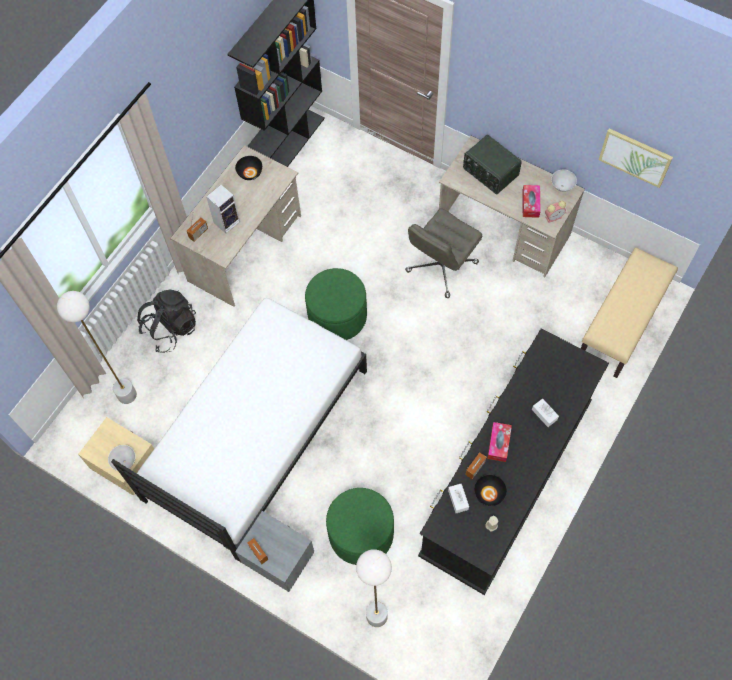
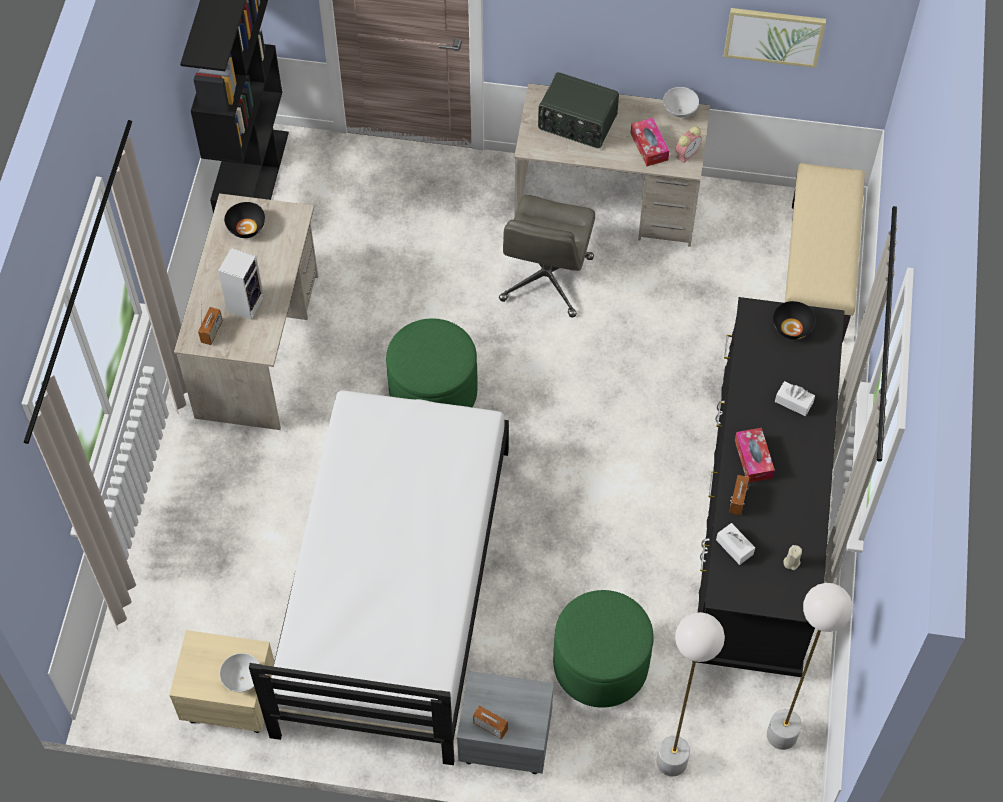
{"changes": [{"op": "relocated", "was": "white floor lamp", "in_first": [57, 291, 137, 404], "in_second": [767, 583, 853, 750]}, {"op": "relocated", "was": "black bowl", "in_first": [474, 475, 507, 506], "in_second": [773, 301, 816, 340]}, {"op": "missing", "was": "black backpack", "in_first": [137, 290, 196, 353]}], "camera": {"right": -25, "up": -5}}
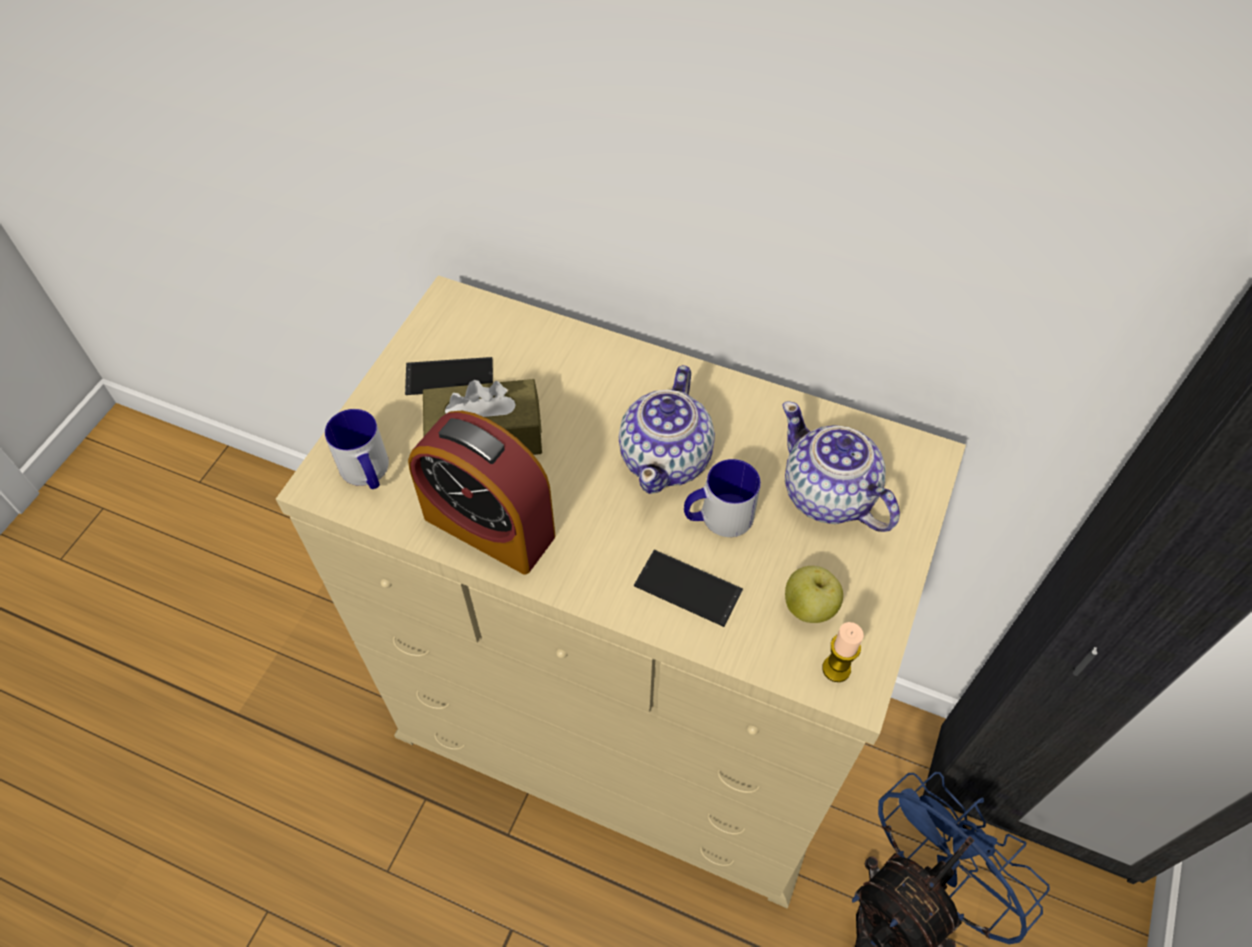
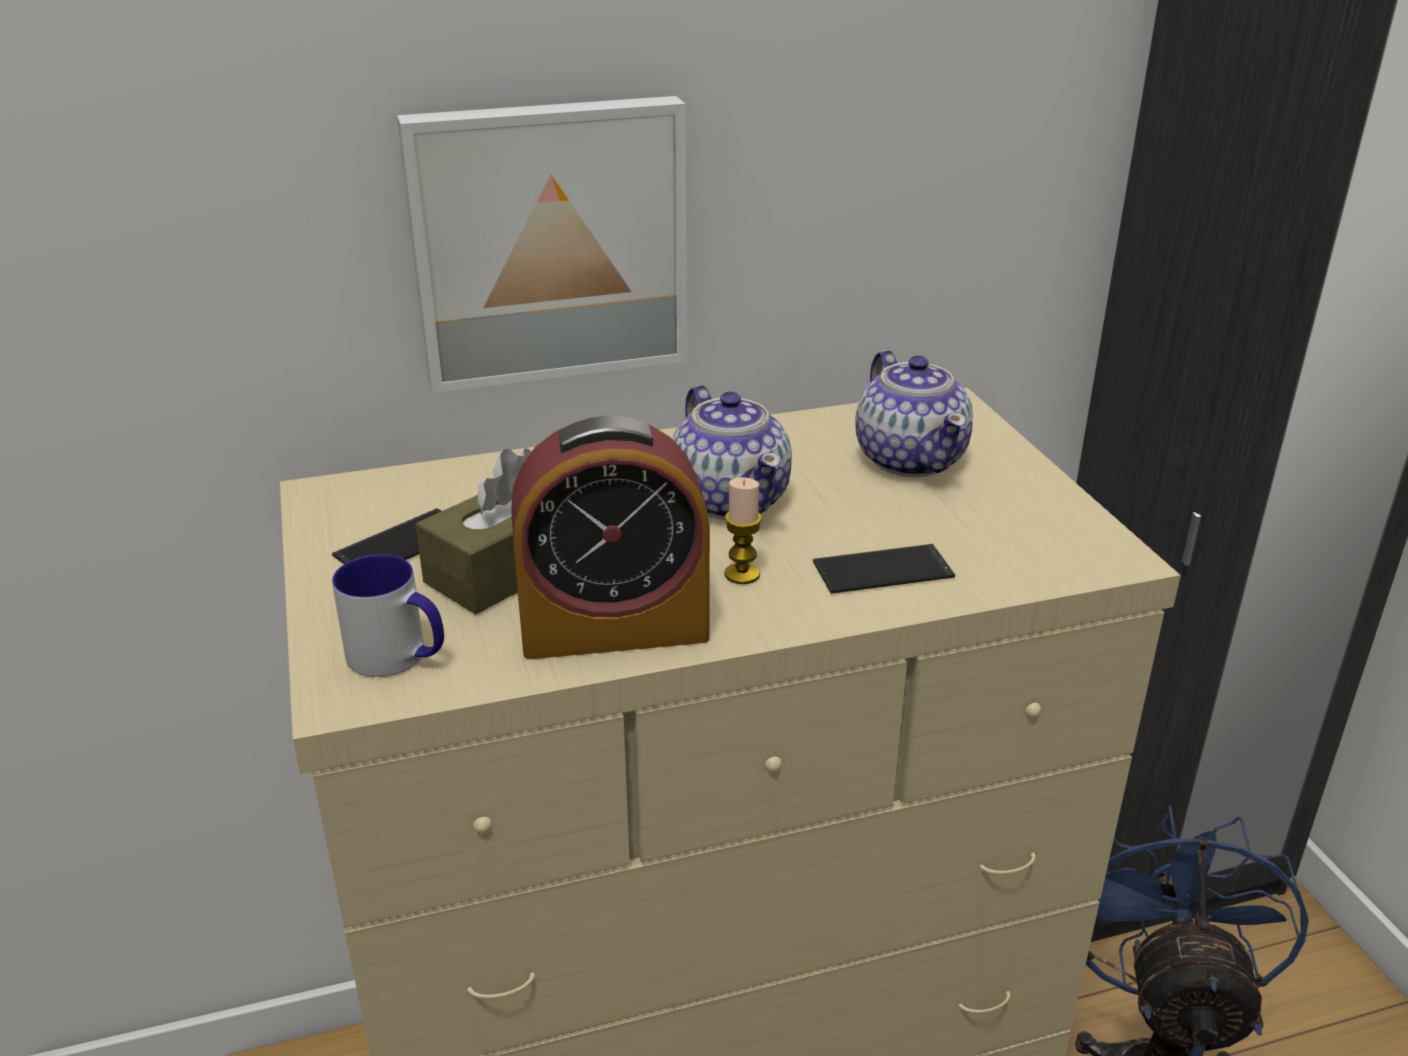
{"changes": [{"op": "appeared", "now": "picture", "in_second": [397, 96, 687, 393]}, {"op": "relocated", "was": "candle", "in_first": [822, 622, 864, 682], "in_second": [725, 477, 762, 584]}, {"op": "spun", "was": "teapot", "in_first": [782, 401, 900, 532], "in_second": [855, 350, 973, 478], "clockwise": -120}, {"op": "missing", "was": "mug", "in_first": [684, 459, 761, 537]}, {"op": "missing", "was": "apple", "in_first": [785, 566, 843, 623]}], "camera": {"right": -40, "up": -25}}
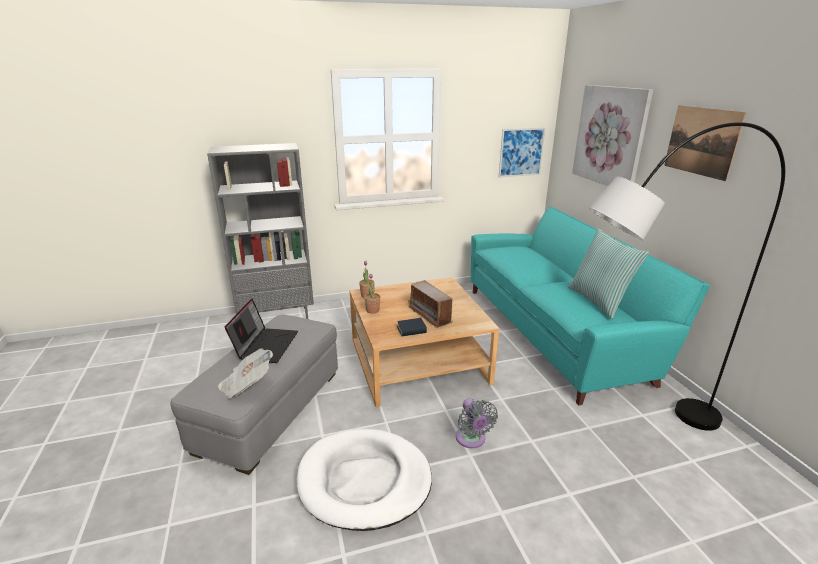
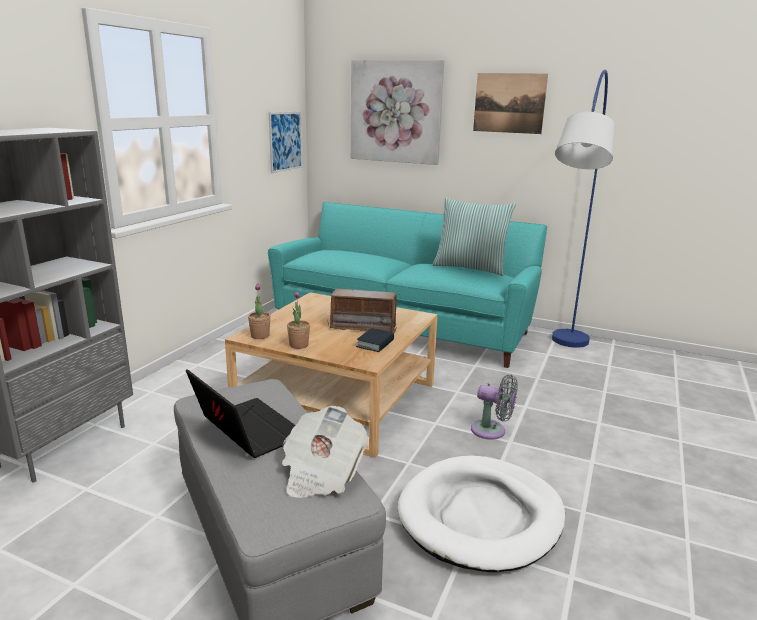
{"changes": [{"op": "colour", "was": "grey floor lamp", "now": "blue floor lamp", "in_first": [589, 122, 785, 431], "in_second": [552, 70, 615, 348]}], "camera": {"right": -50, "up": -5}}
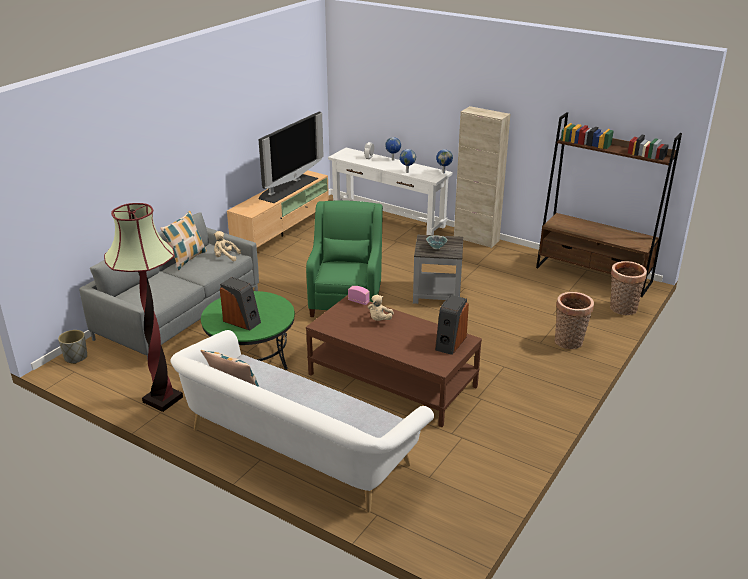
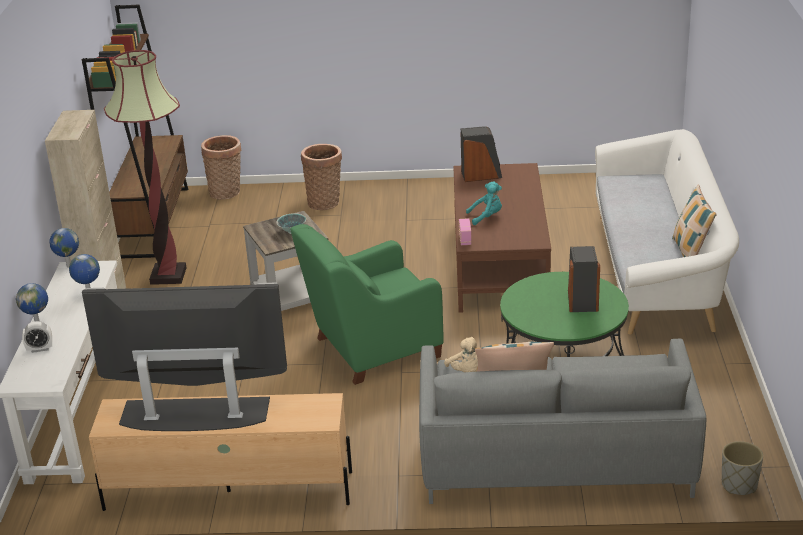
{"changes": [{"op": "relocated", "was": "floor lamp", "in_first": [104, 203, 183, 412], "in_second": [104, 50, 187, 285]}, {"op": "colour", "was": "beige plush toy", "now": "turquoise plush toy", "in_first": [368, 295, 394, 321], "in_second": [466, 182, 502, 225]}], "camera": {"right": -120, "up": 0}}
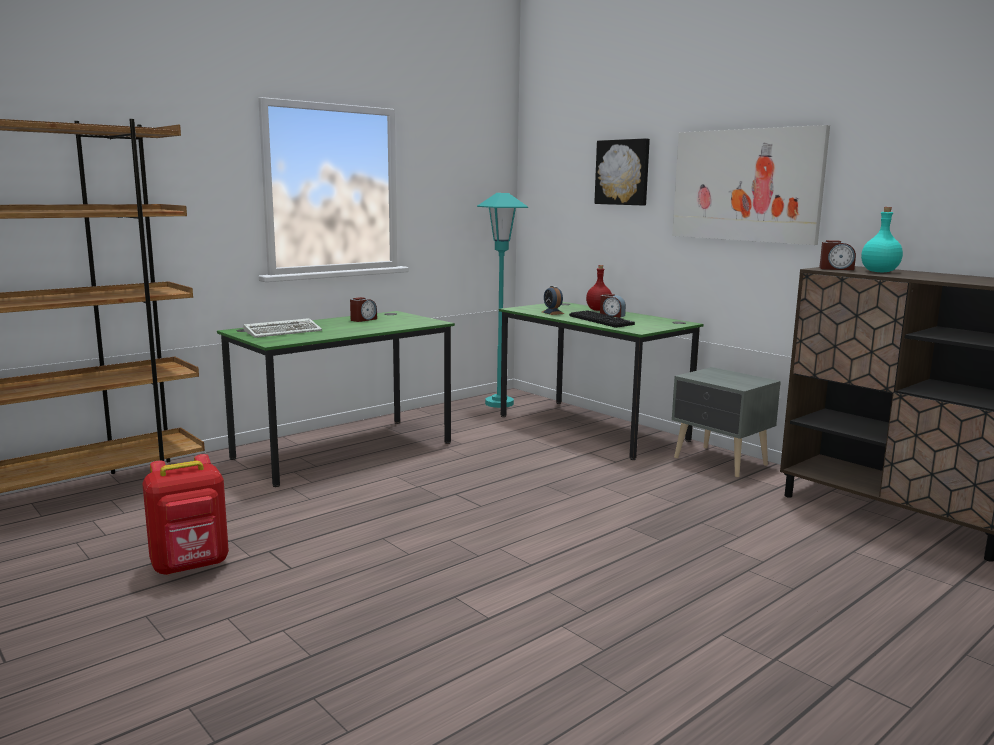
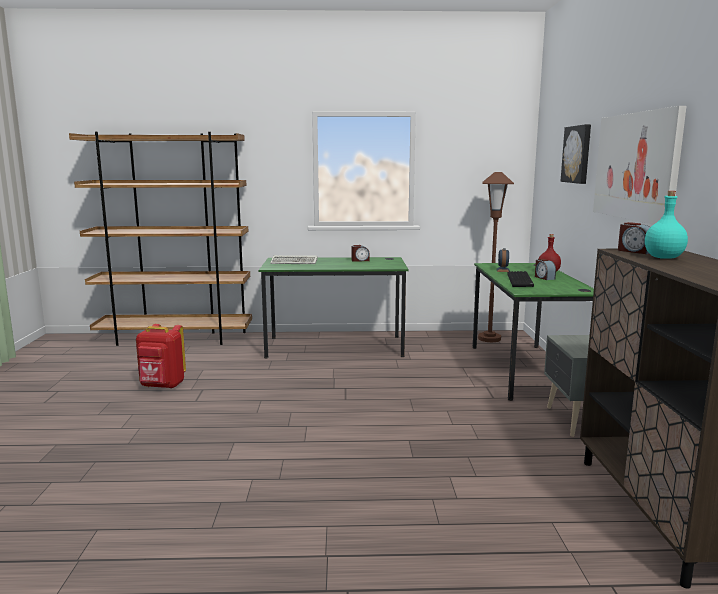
{"changes": [{"op": "colour", "was": "turquoise floor lamp", "now": "brown floor lamp", "in_first": [477, 193, 528, 408], "in_second": [478, 172, 514, 342]}], "camera": {"right": 40, "up": 0}}
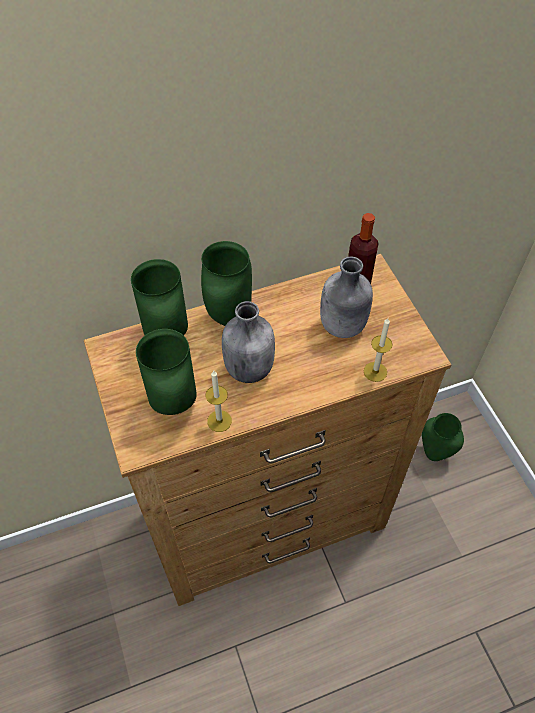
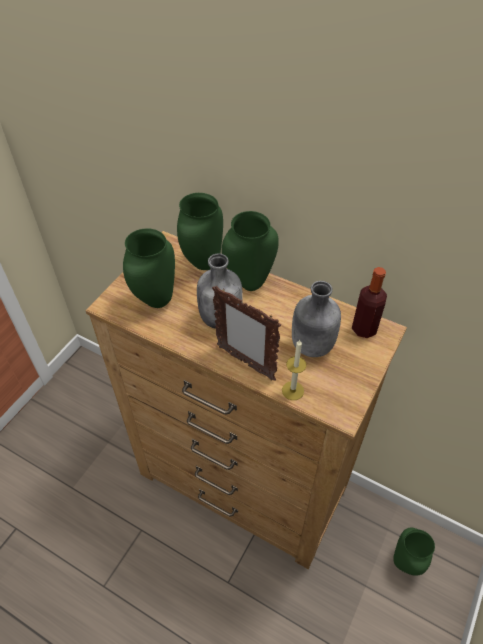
{"changes": [{"op": "appeared", "now": "picture frame", "in_second": [212, 286, 281, 381]}, {"op": "missing", "was": "candle", "in_first": [206, 371, 232, 432]}], "camera": {"right": 50, "up": -5}}
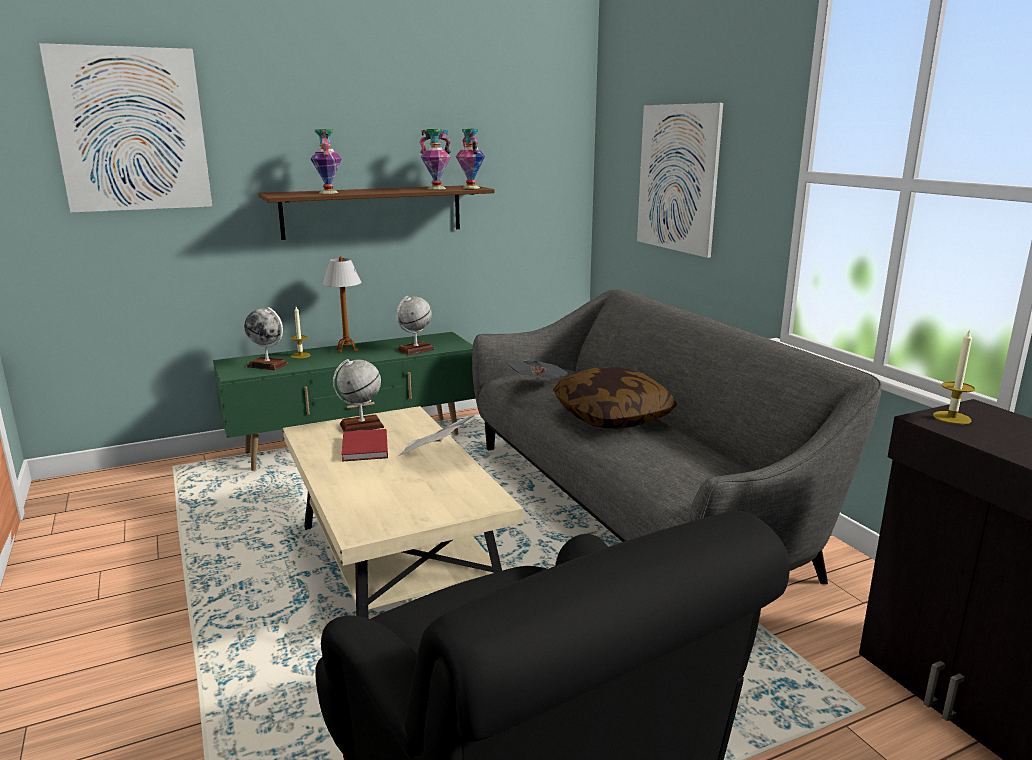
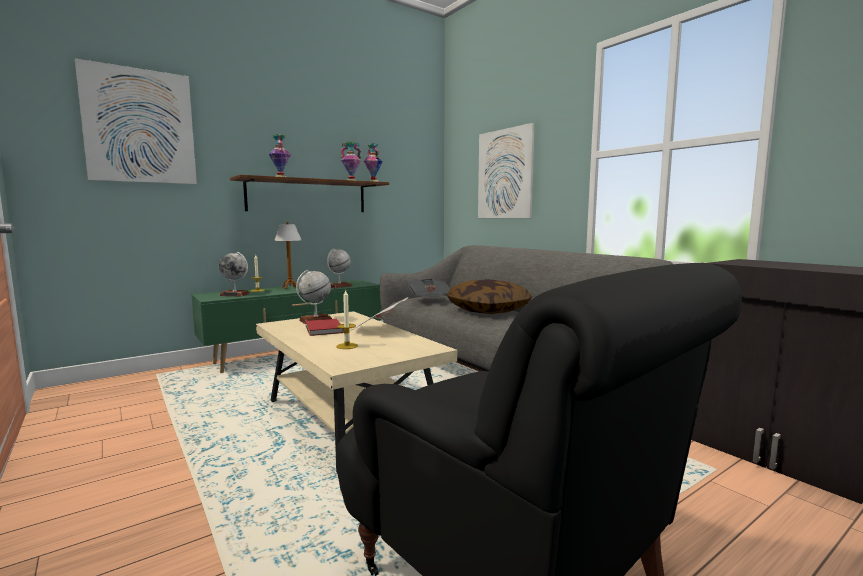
{"changes": [{"op": "relocated", "was": "candle", "in_first": [933, 329, 975, 424], "in_second": [336, 289, 358, 349]}], "camera": {"right": -10, "up": -10}}
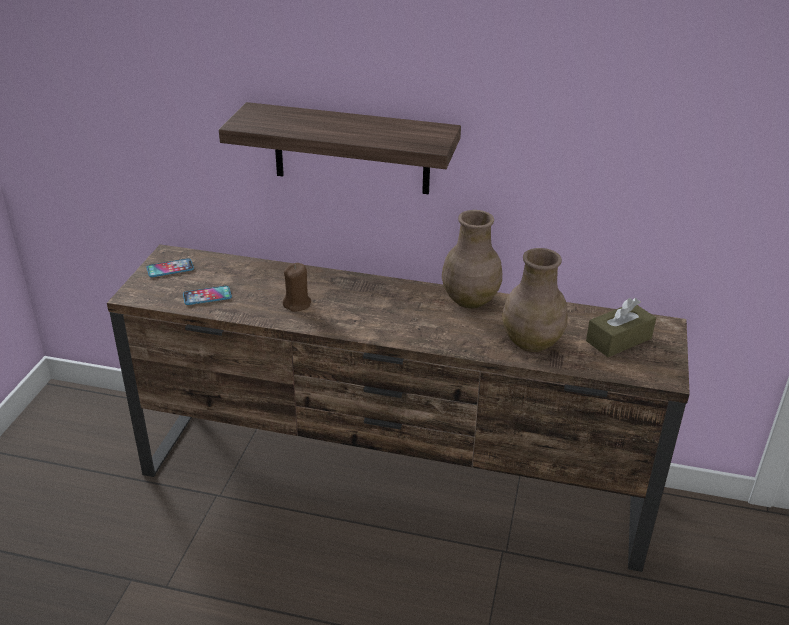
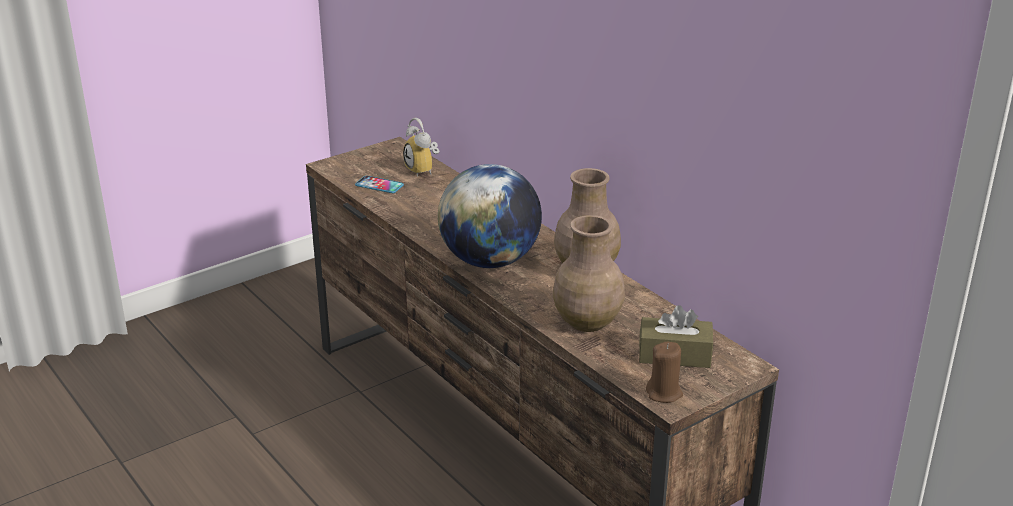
{"changes": [{"op": "appeared", "now": "alarm clock", "in_second": [403, 118, 439, 177]}, {"op": "appeared", "now": "globe", "in_second": [438, 164, 542, 268]}, {"op": "relocated", "was": "brown candle", "in_first": [283, 263, 311, 312], "in_second": [646, 342, 683, 403]}, {"op": "missing", "was": "phone", "in_first": [147, 258, 194, 277]}, {"op": "missing", "was": "shelf", "in_first": [219, 102, 461, 194]}], "camera": {"right": 40, "up": -5}}
